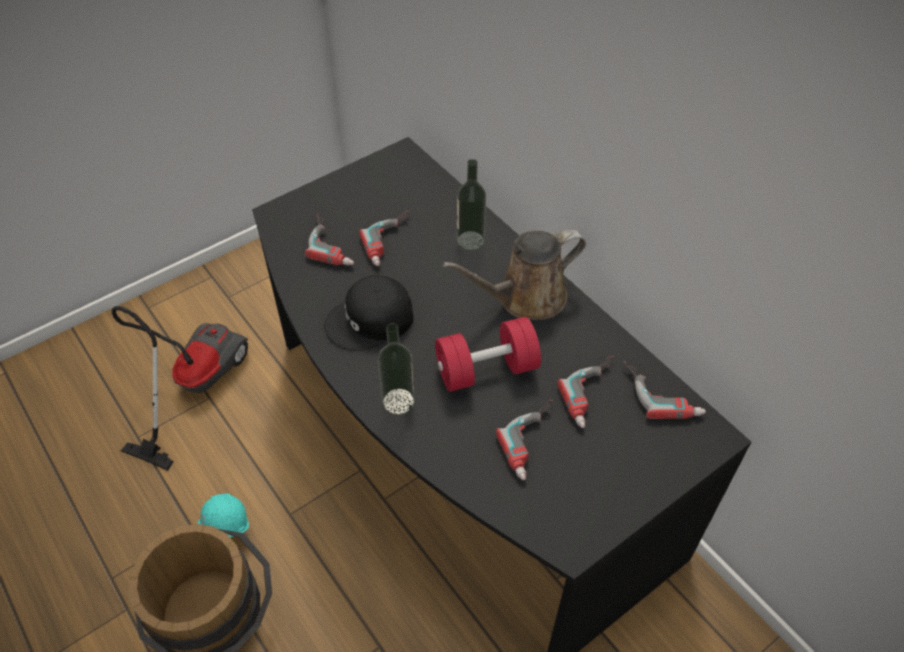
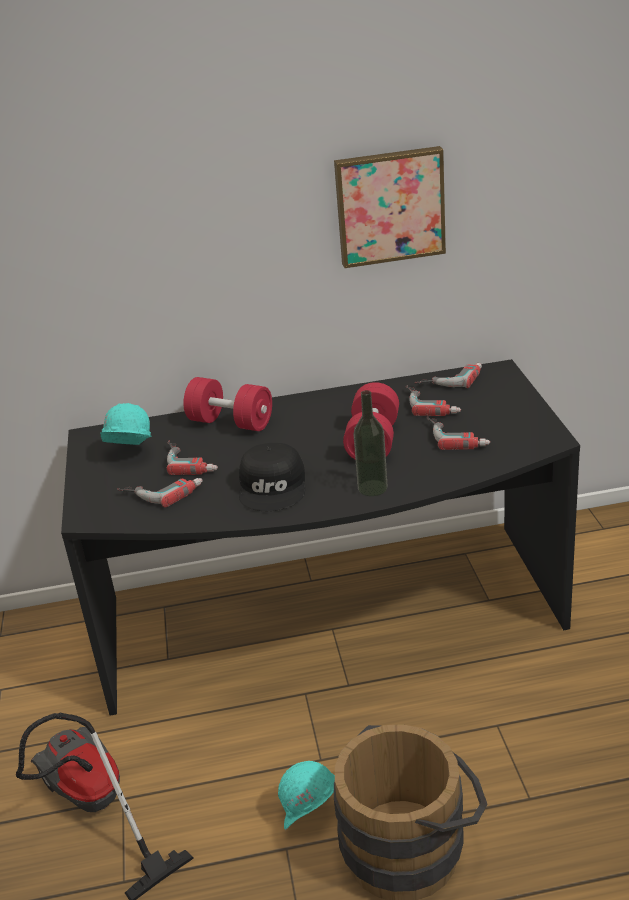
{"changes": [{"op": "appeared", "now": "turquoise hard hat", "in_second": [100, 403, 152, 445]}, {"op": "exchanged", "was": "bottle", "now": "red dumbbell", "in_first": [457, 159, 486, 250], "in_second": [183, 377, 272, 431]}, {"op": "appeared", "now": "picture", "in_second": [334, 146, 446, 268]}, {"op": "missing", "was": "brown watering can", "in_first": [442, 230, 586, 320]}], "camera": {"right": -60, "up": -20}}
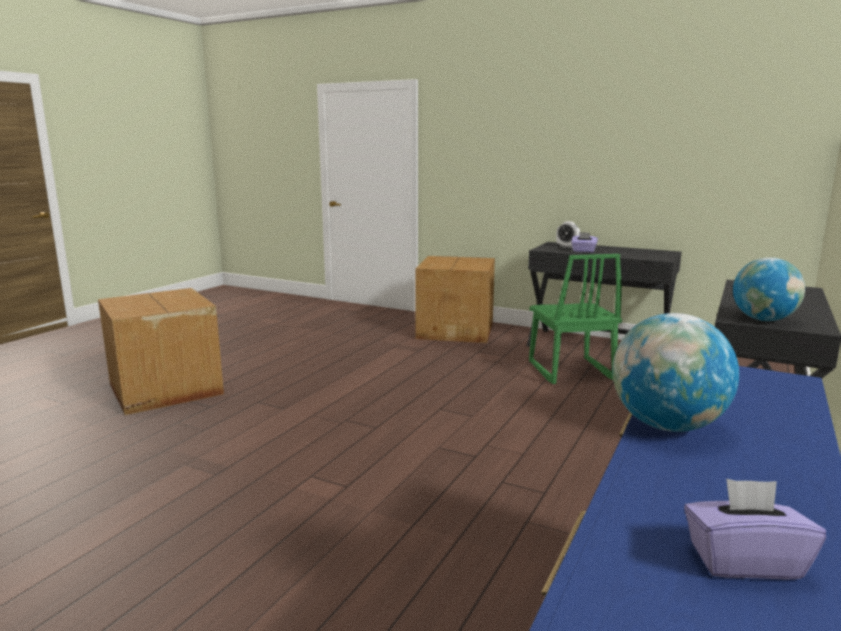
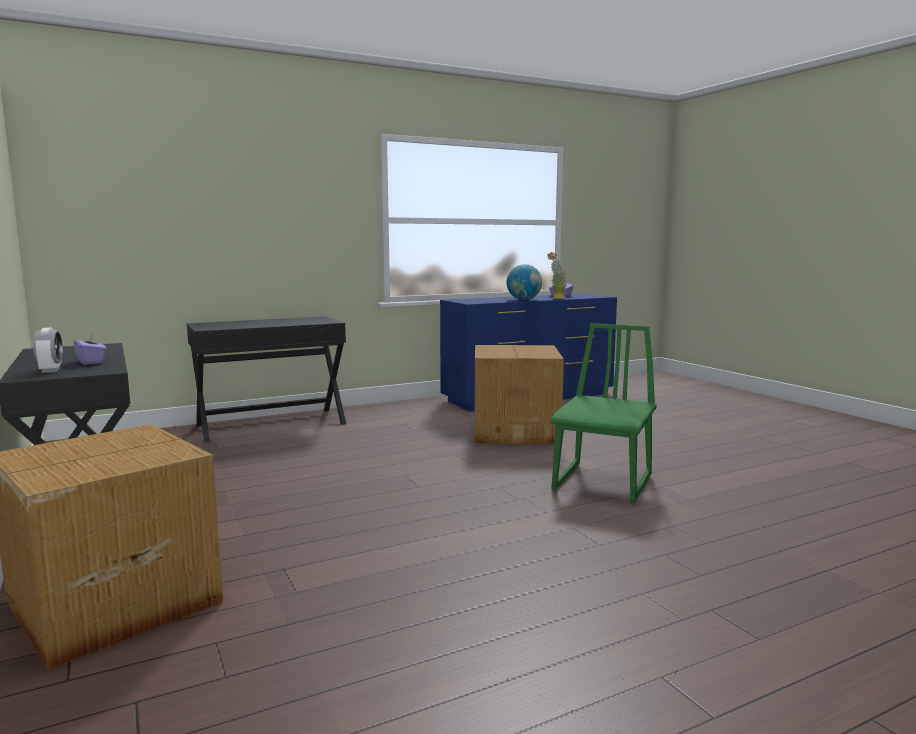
{"changes": [{"op": "relocated", "was": "cardboard box", "in_first": [98, 288, 224, 415], "in_second": [474, 345, 564, 444]}, {"op": "appeared", "now": "potted plant", "in_second": [547, 252, 567, 299]}, {"op": "relocated", "was": "green chair", "in_first": [529, 254, 622, 384], "in_second": [551, 323, 657, 504]}, {"op": "missing", "was": "globe", "in_first": [733, 257, 805, 321]}], "camera": {"right": -145, "up": -5}}
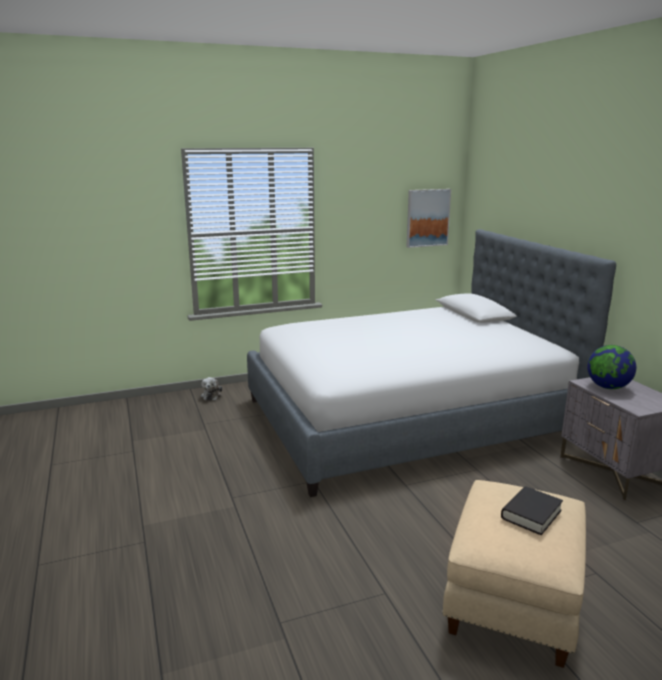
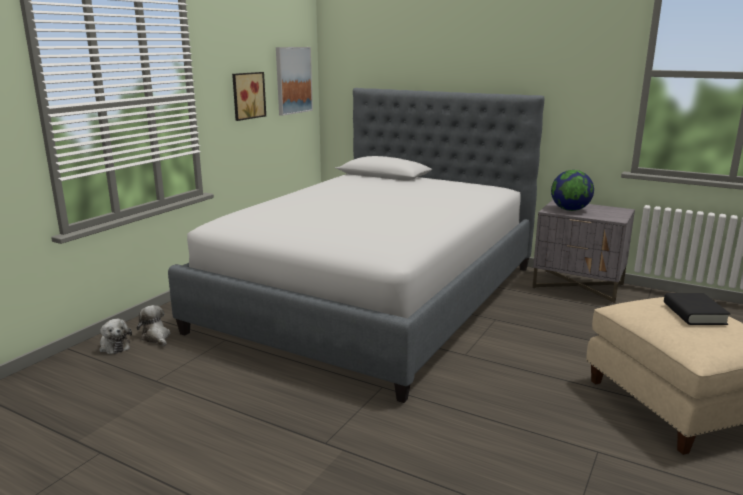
{"changes": [{"op": "appeared", "now": "plush toy", "in_second": [137, 305, 171, 346]}, {"op": "appeared", "now": "picture", "in_second": [232, 72, 266, 121]}], "camera": {"right": -40, "up": 0}}
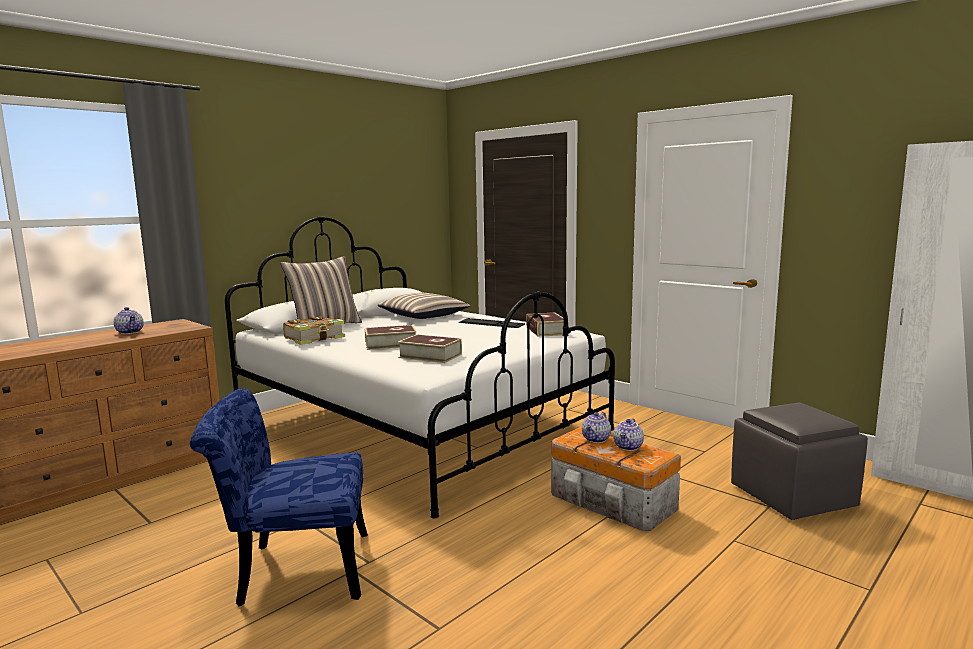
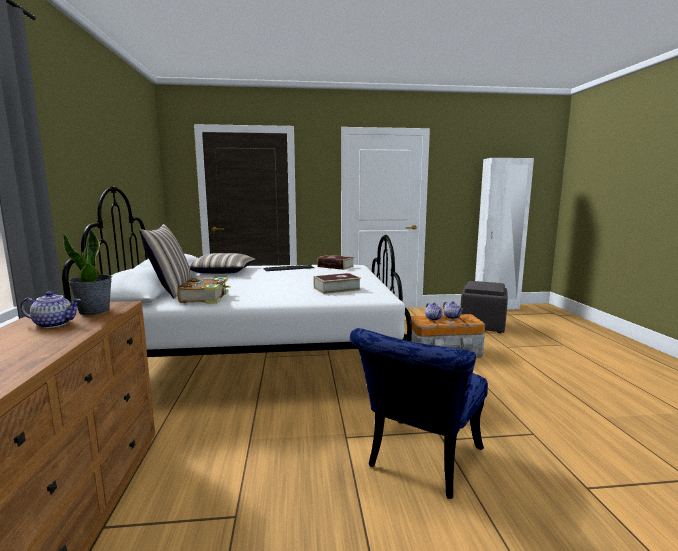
{"changes": [{"op": "appeared", "now": "potted plant", "in_second": [63, 228, 112, 315]}, {"op": "missing", "was": "book", "in_first": [365, 325, 416, 350]}], "camera": {"right": -50, "up": 0}}
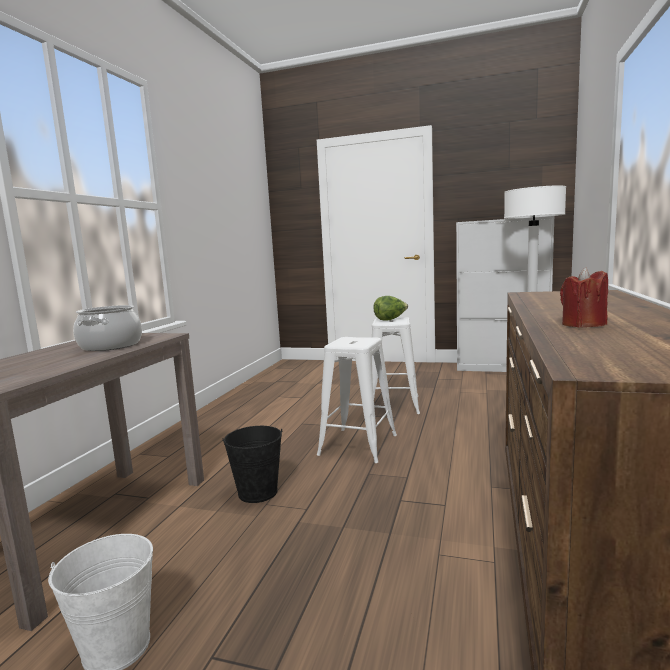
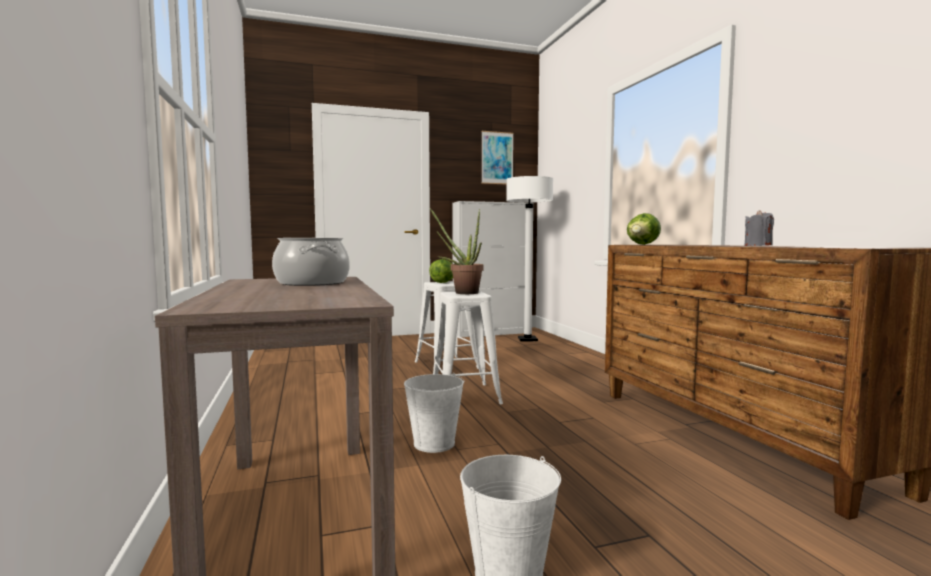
{"changes": [{"op": "colour", "was": "black bucket", "now": "white bucket", "in_first": [223, 426, 283, 503], "in_second": [404, 373, 464, 453]}, {"op": "appeared", "now": "potted plant", "in_second": [430, 208, 484, 294]}, {"op": "appeared", "now": "picture", "in_second": [481, 131, 514, 184]}, {"op": "appeared", "now": "lettuce", "in_second": [627, 213, 661, 245]}, {"op": "colour", "was": "red candle", "now": "grey candle", "in_first": [560, 267, 608, 327], "in_second": [744, 210, 774, 246]}], "camera": {"right": -35, "up": -5}}
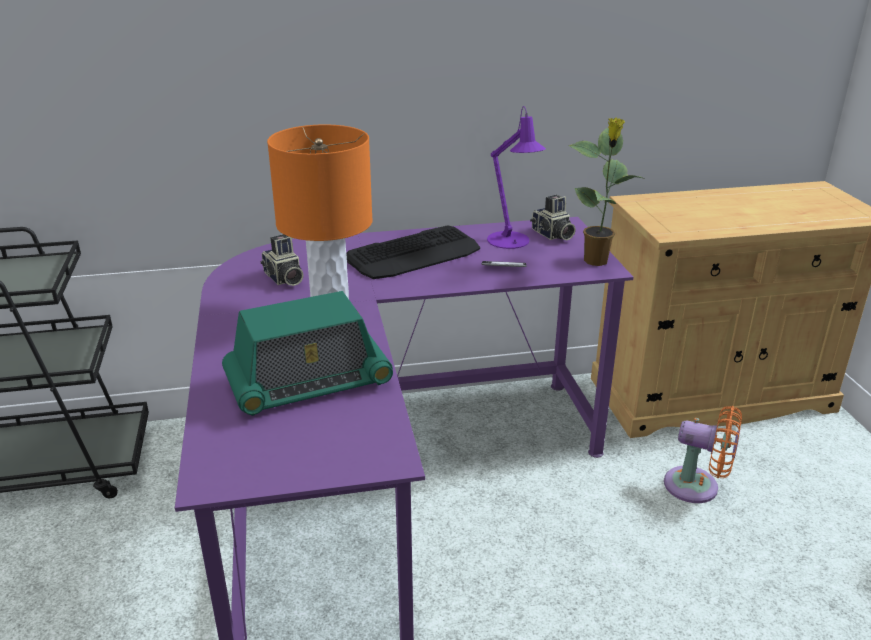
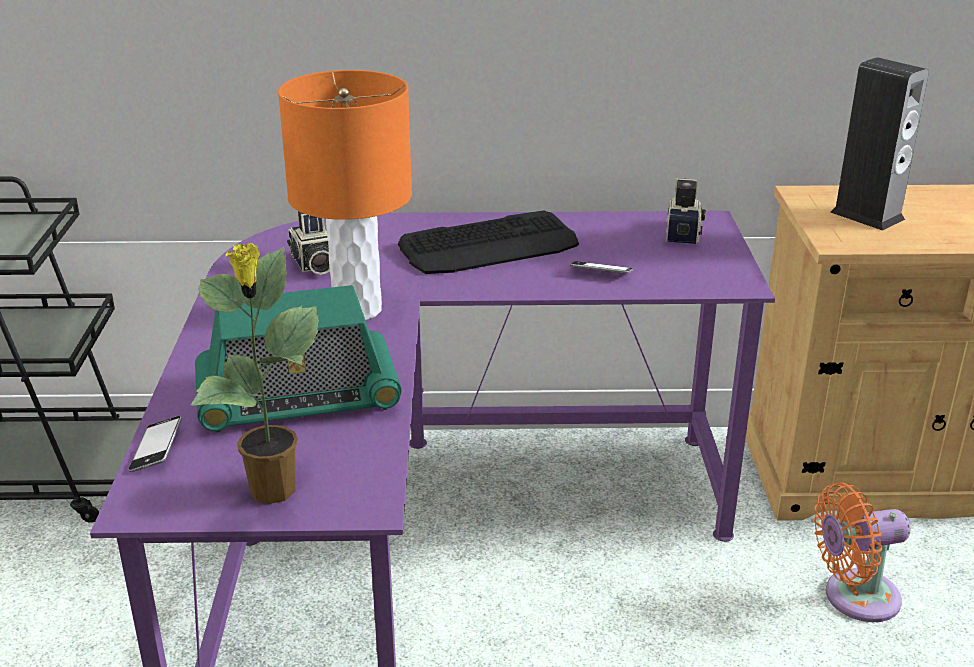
{"changes": [{"op": "appeared", "now": "phone", "in_second": [129, 416, 182, 472]}, {"op": "relocated", "was": "potted plant", "in_first": [568, 117, 642, 266], "in_second": [190, 243, 319, 504]}, {"op": "spun", "was": "photo camera", "in_first": [530, 195, 576, 241], "in_second": [666, 178, 706, 244], "clockwise": -150}, {"op": "spun", "was": "orange fan", "in_first": [664, 406, 742, 503], "in_second": [814, 482, 910, 622], "clockwise": 135}, {"op": "appeared", "now": "speaker", "in_second": [831, 57, 929, 231]}, {"op": "missing", "was": "purple table lamp", "in_first": [487, 106, 546, 249]}], "camera": {"right": 10, "up": 0}}
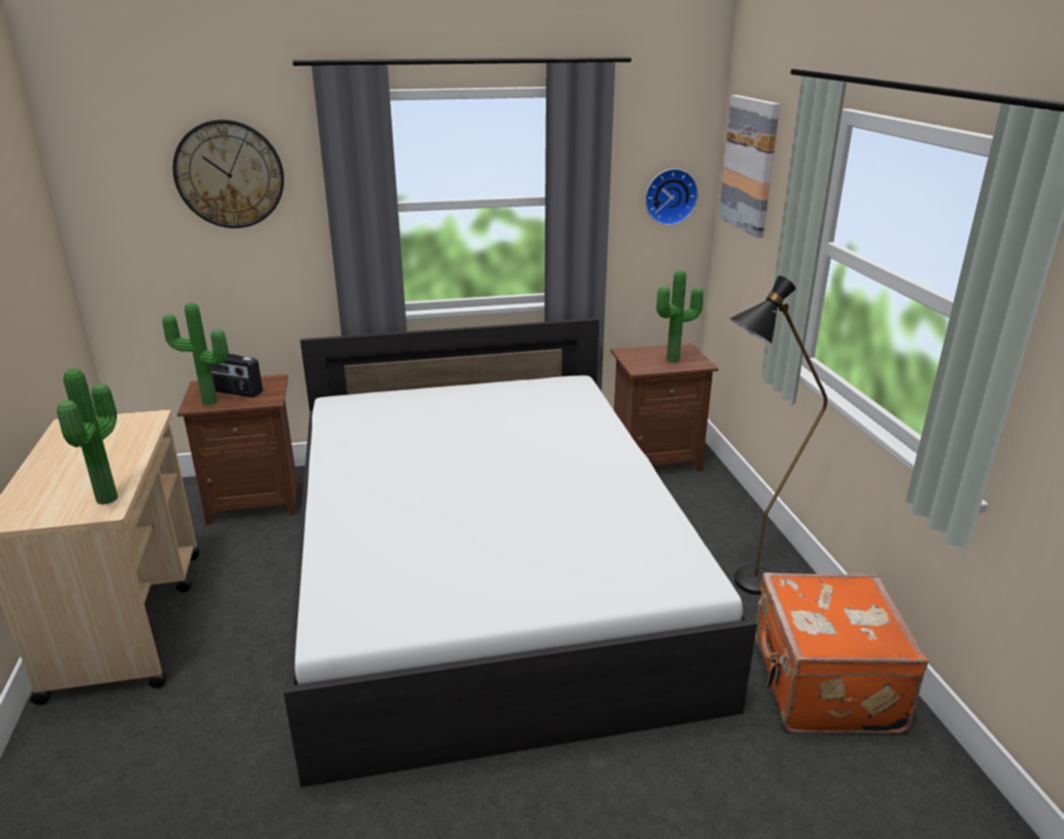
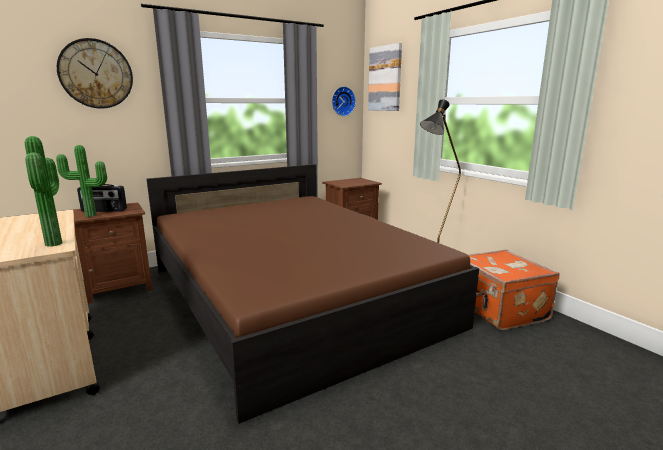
{"changes": [{"op": "colour", "was": "white bed", "now": "brown bed", "in_first": [284, 318, 757, 788], "in_second": [147, 164, 479, 424]}, {"op": "missing", "was": "potted plant", "in_first": [656, 270, 703, 363]}], "camera": {"right": -20, "up": -10}}
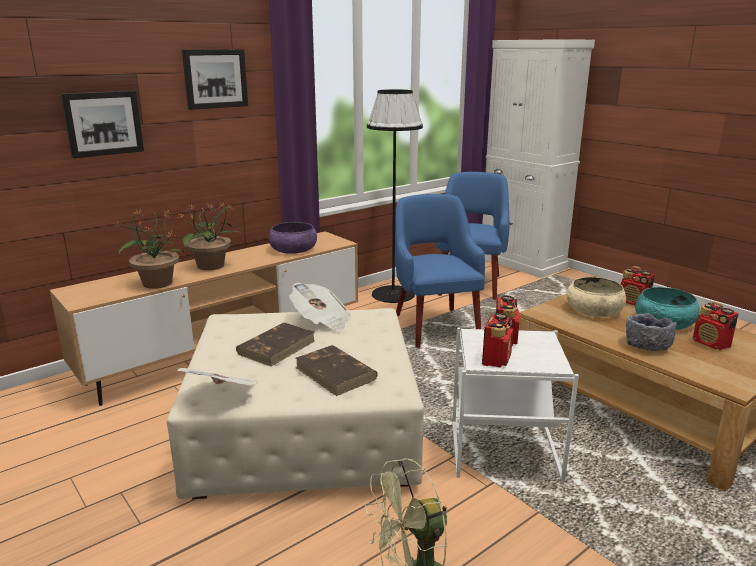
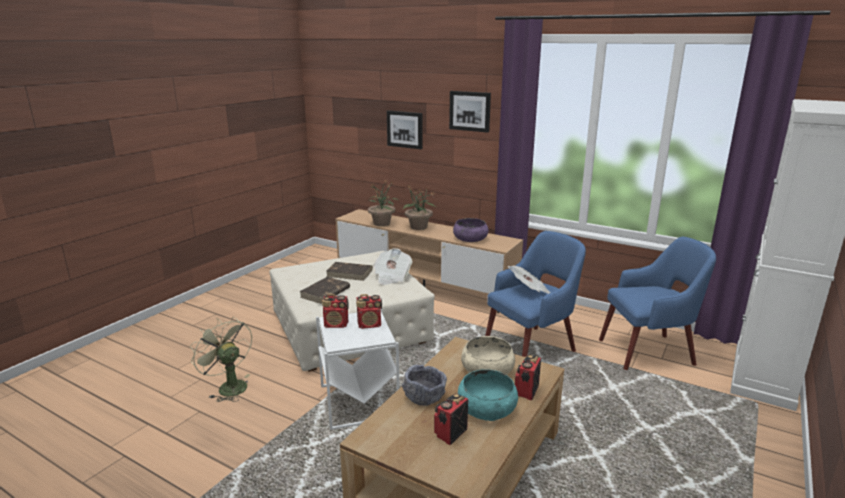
{"changes": [{"op": "relocated", "was": "newspaper", "in_first": [177, 368, 258, 386], "in_second": [508, 266, 550, 294]}, {"op": "missing", "was": "black floor lamp", "in_first": [367, 89, 423, 303]}], "camera": {"right": 70, "up": 0}}
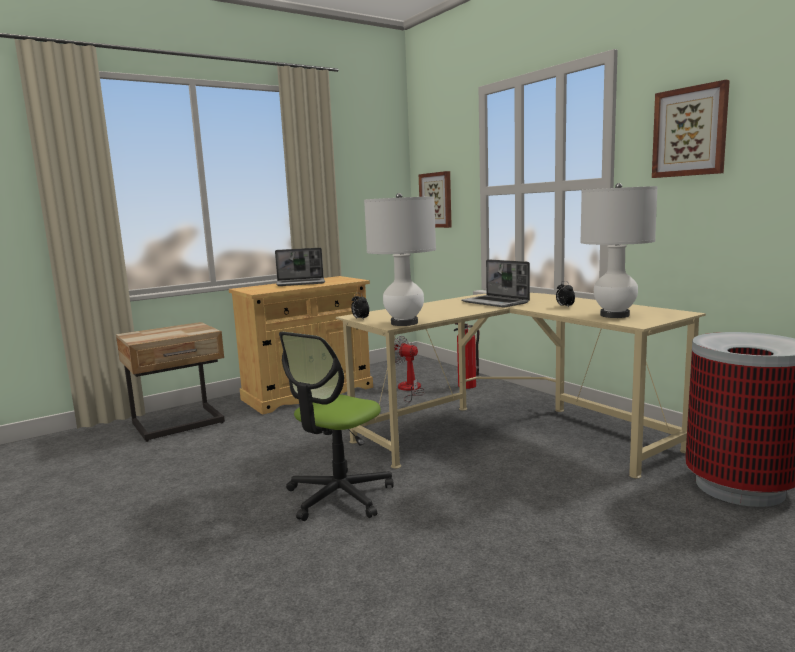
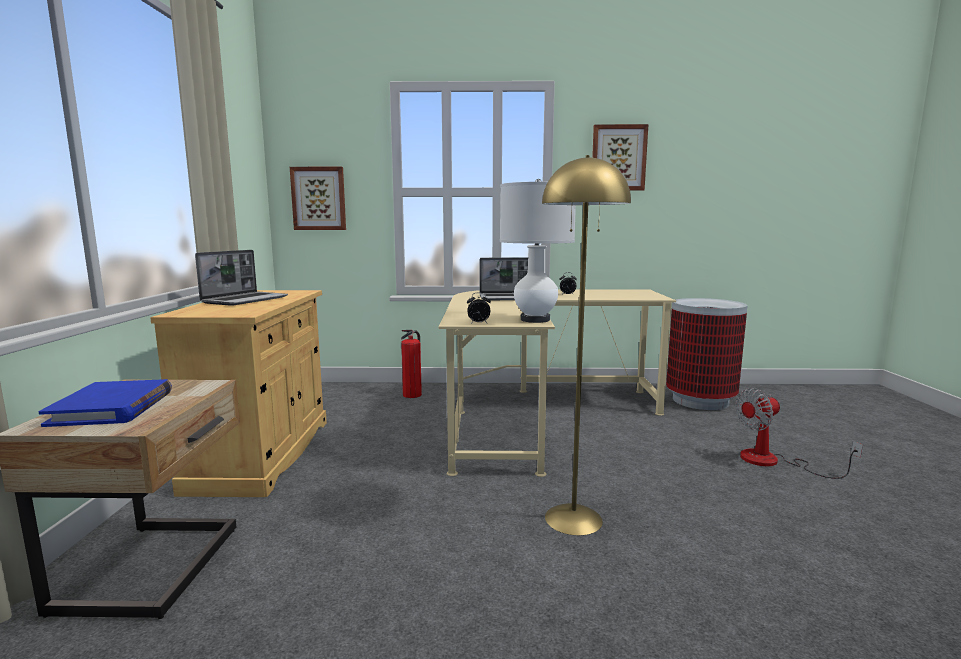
{"changes": [{"op": "appeared", "now": "blue book", "in_second": [38, 379, 172, 427]}, {"op": "exchanged", "was": "office chair", "now": "yellow floor lamp", "in_first": [279, 332, 394, 521], "in_second": [542, 155, 631, 535]}, {"op": "relocated", "was": "fan", "in_first": [394, 336, 424, 402], "in_second": [735, 388, 863, 479]}, {"op": "missing", "was": "white table lamp", "in_first": [580, 183, 658, 318]}], "camera": {"right": -55, "up": 0}}
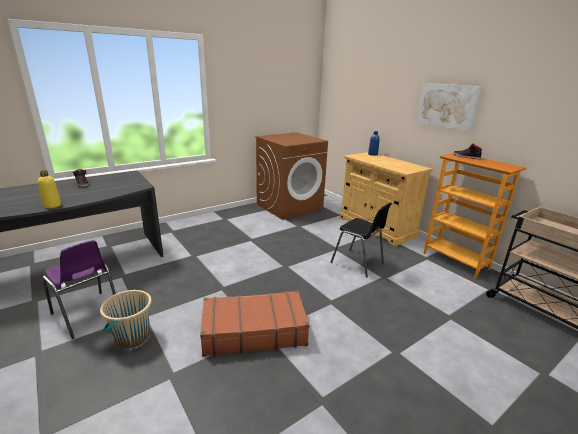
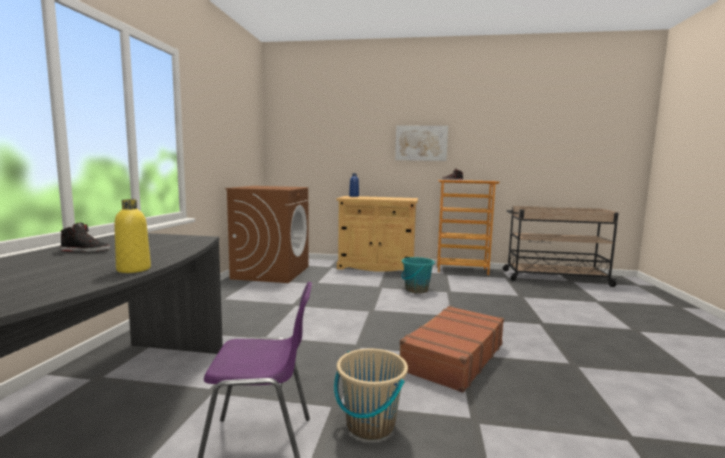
{"changes": [{"op": "exchanged", "was": "black chair", "now": "turquoise bucket", "in_first": [330, 203, 392, 278], "in_second": [401, 257, 435, 294]}], "camera": {"right": -45, "up": -15}}
